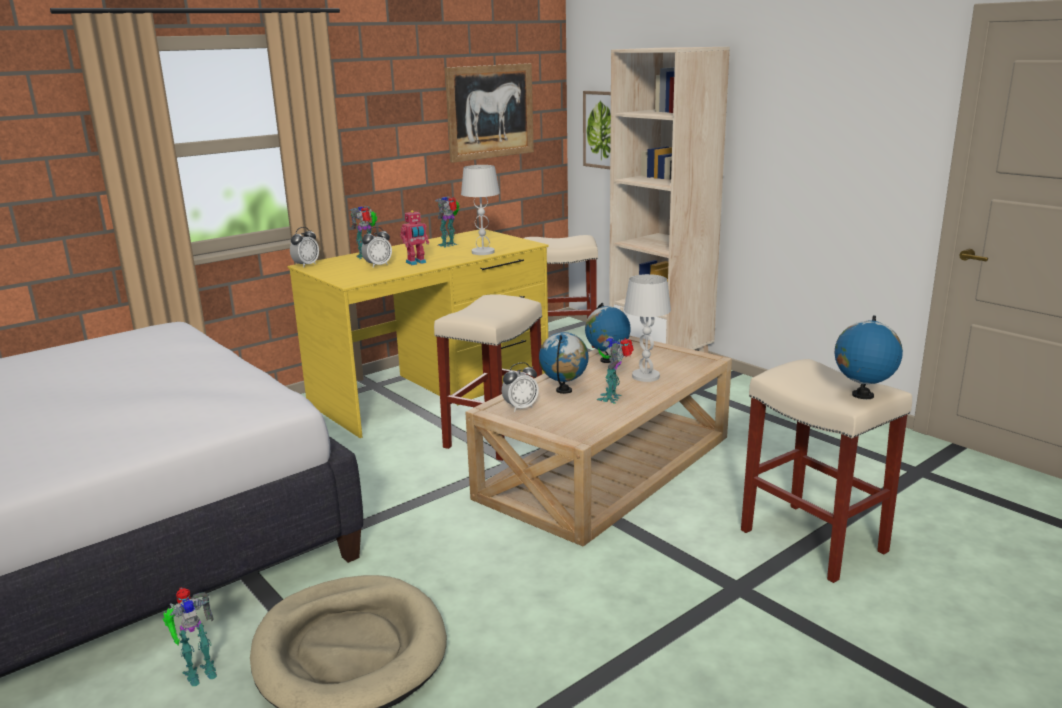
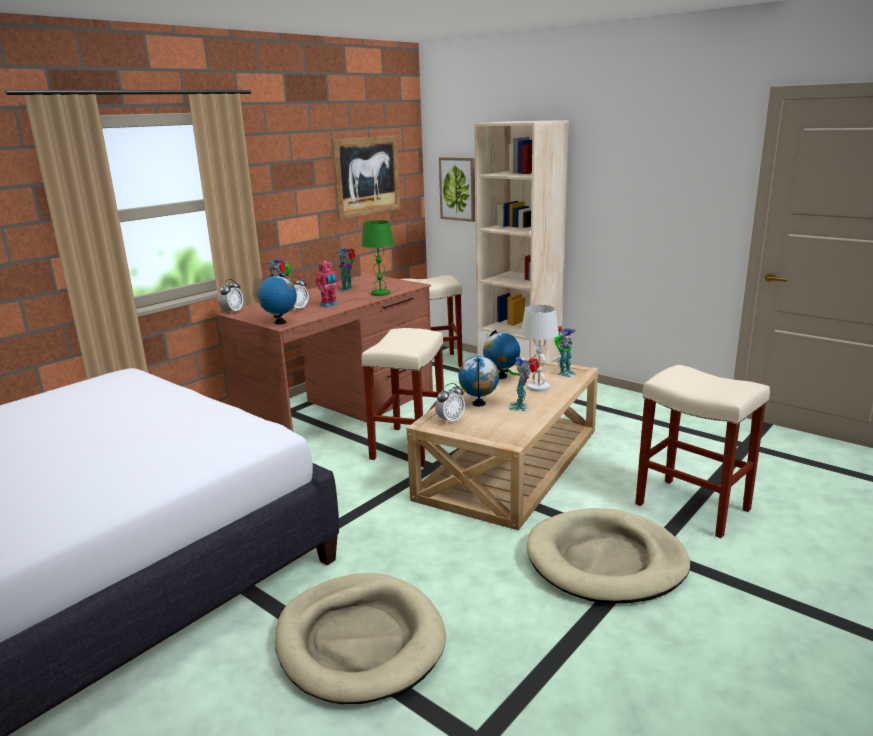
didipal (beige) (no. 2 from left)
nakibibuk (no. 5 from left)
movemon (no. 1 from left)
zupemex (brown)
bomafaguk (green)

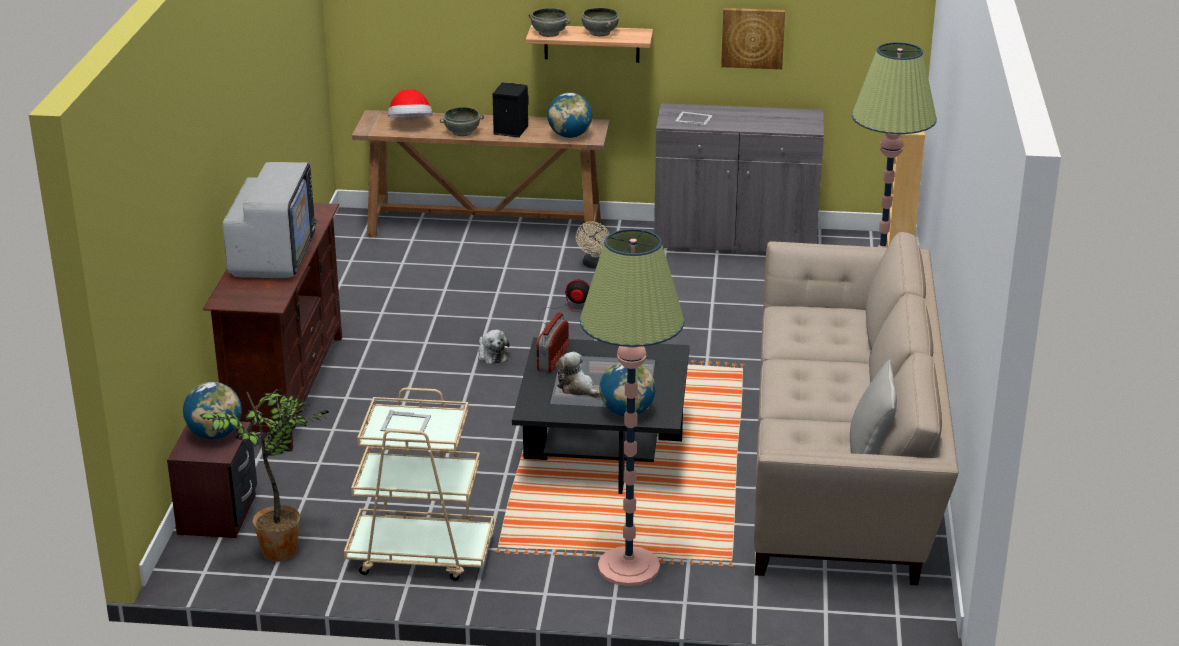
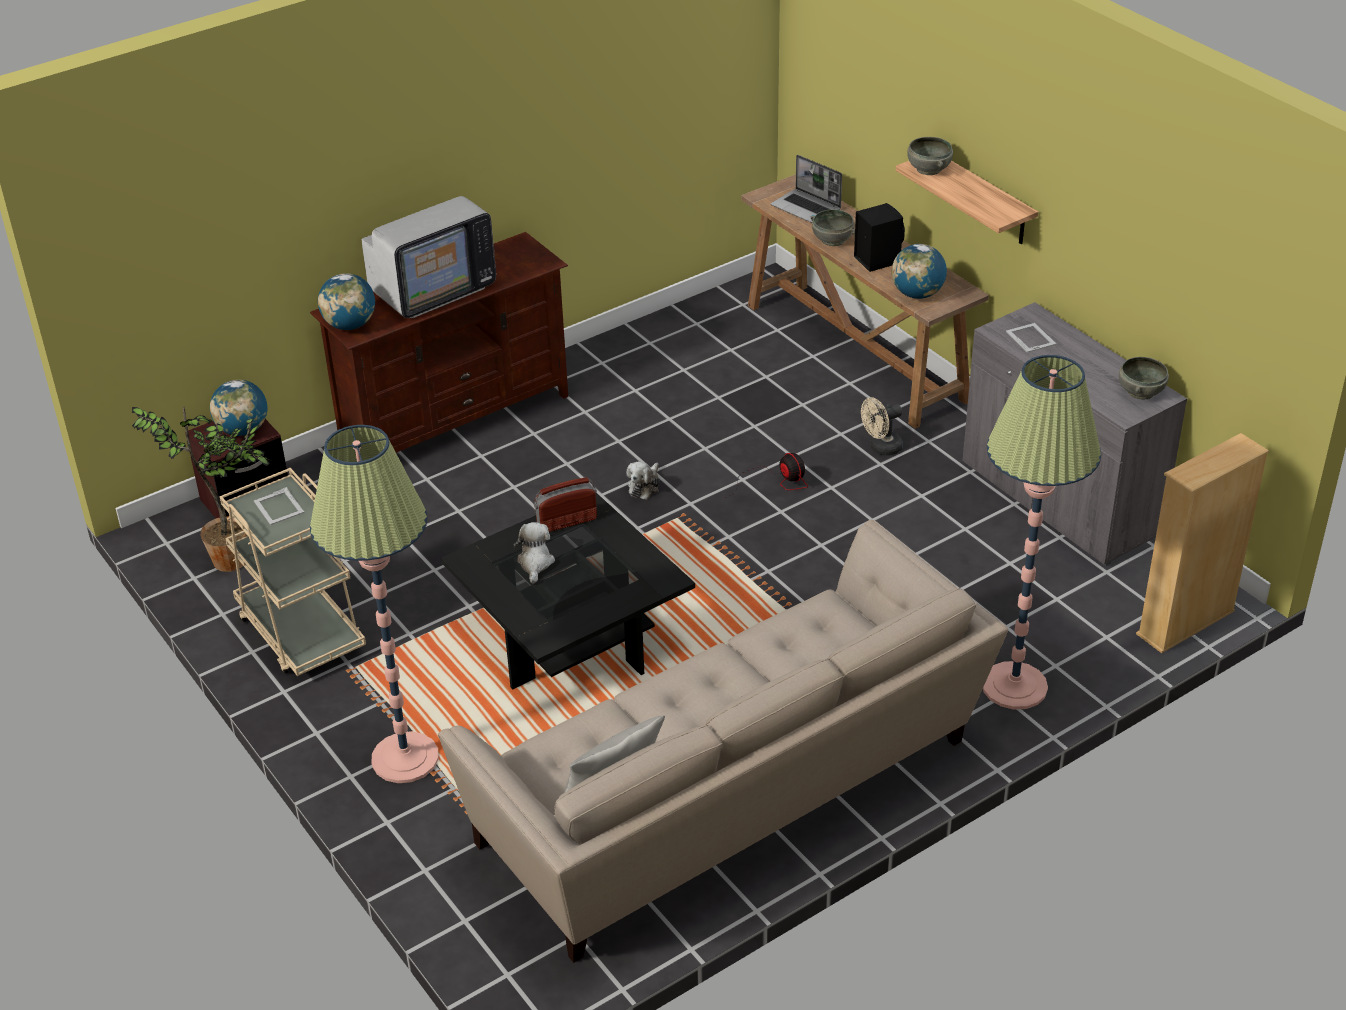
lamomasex
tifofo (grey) (no. 3 from left)
movemon (no. 2 from left)
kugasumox

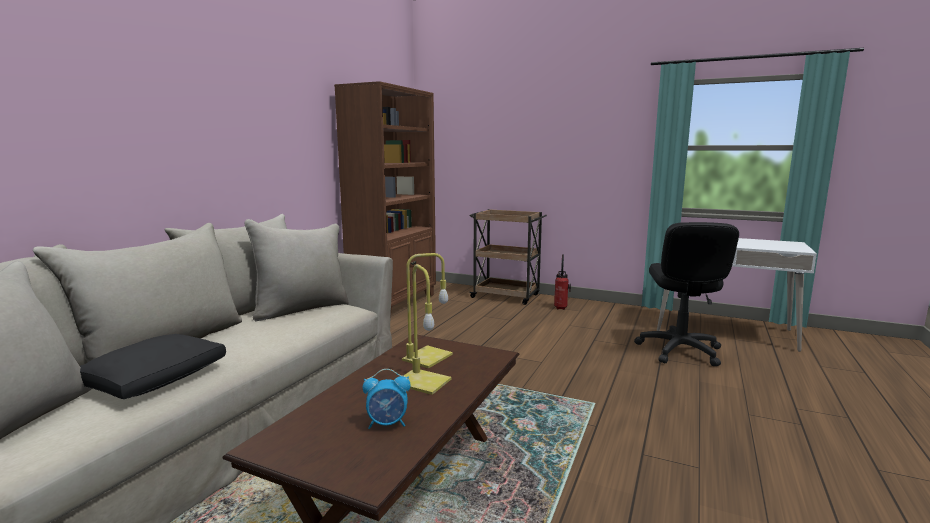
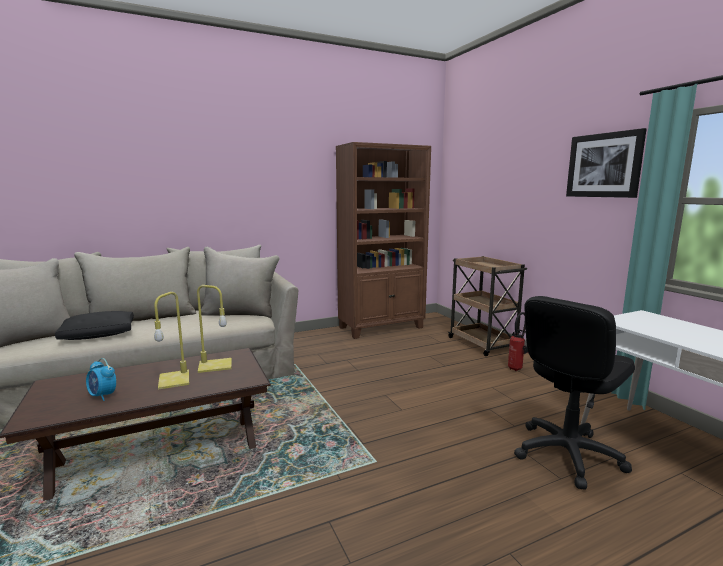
lamomasex

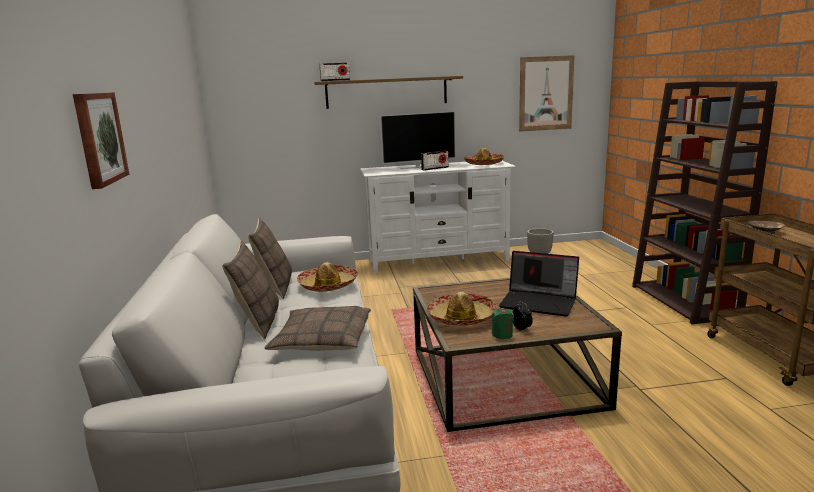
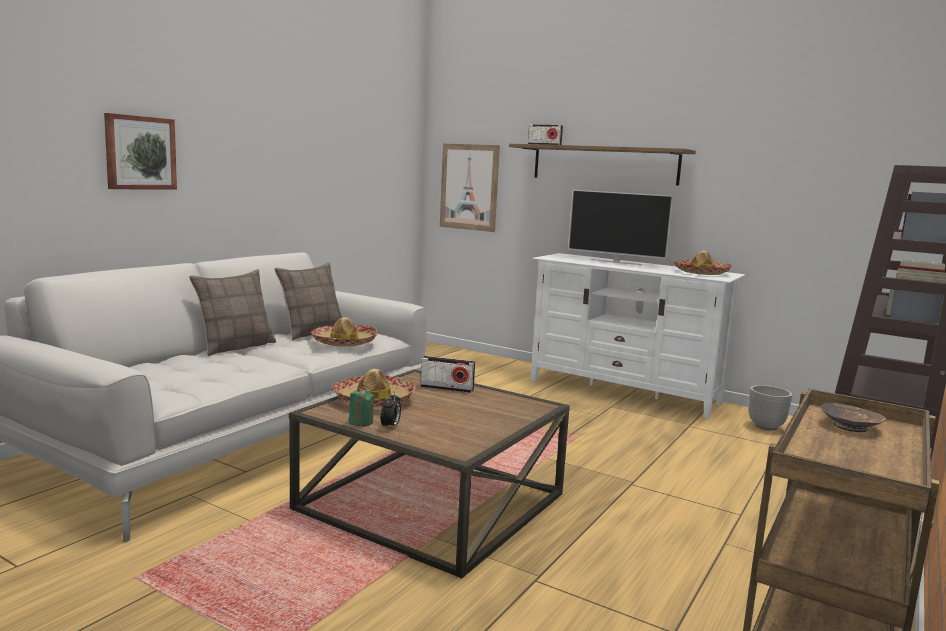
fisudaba (no. 3 from left in the first image)
kugasumox
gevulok (no. 1 from left)
lamomasex (no. 2 from left)

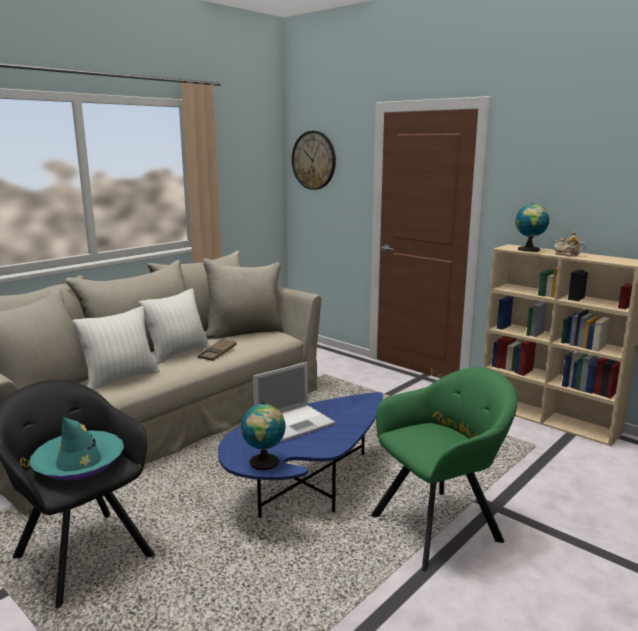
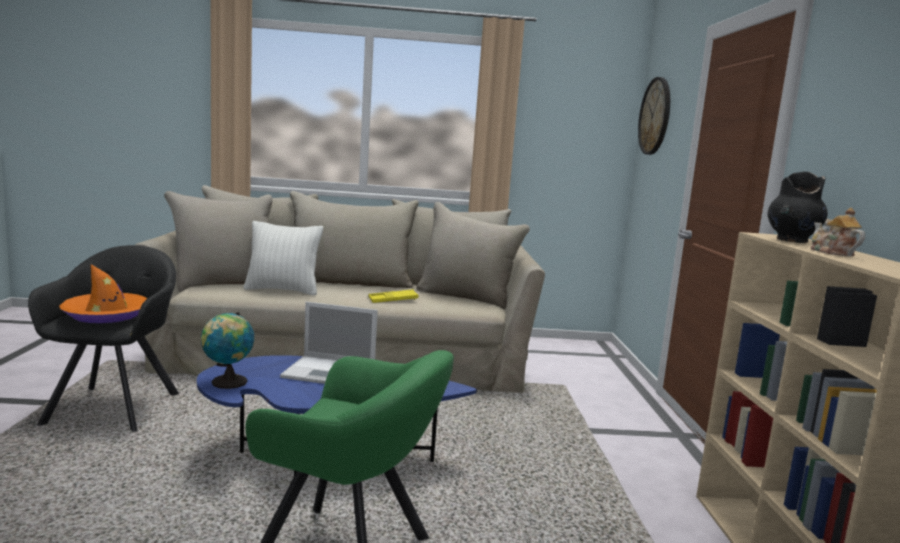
fisudaba (white) (no. 2 from left in the first image)
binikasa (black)
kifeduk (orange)
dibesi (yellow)

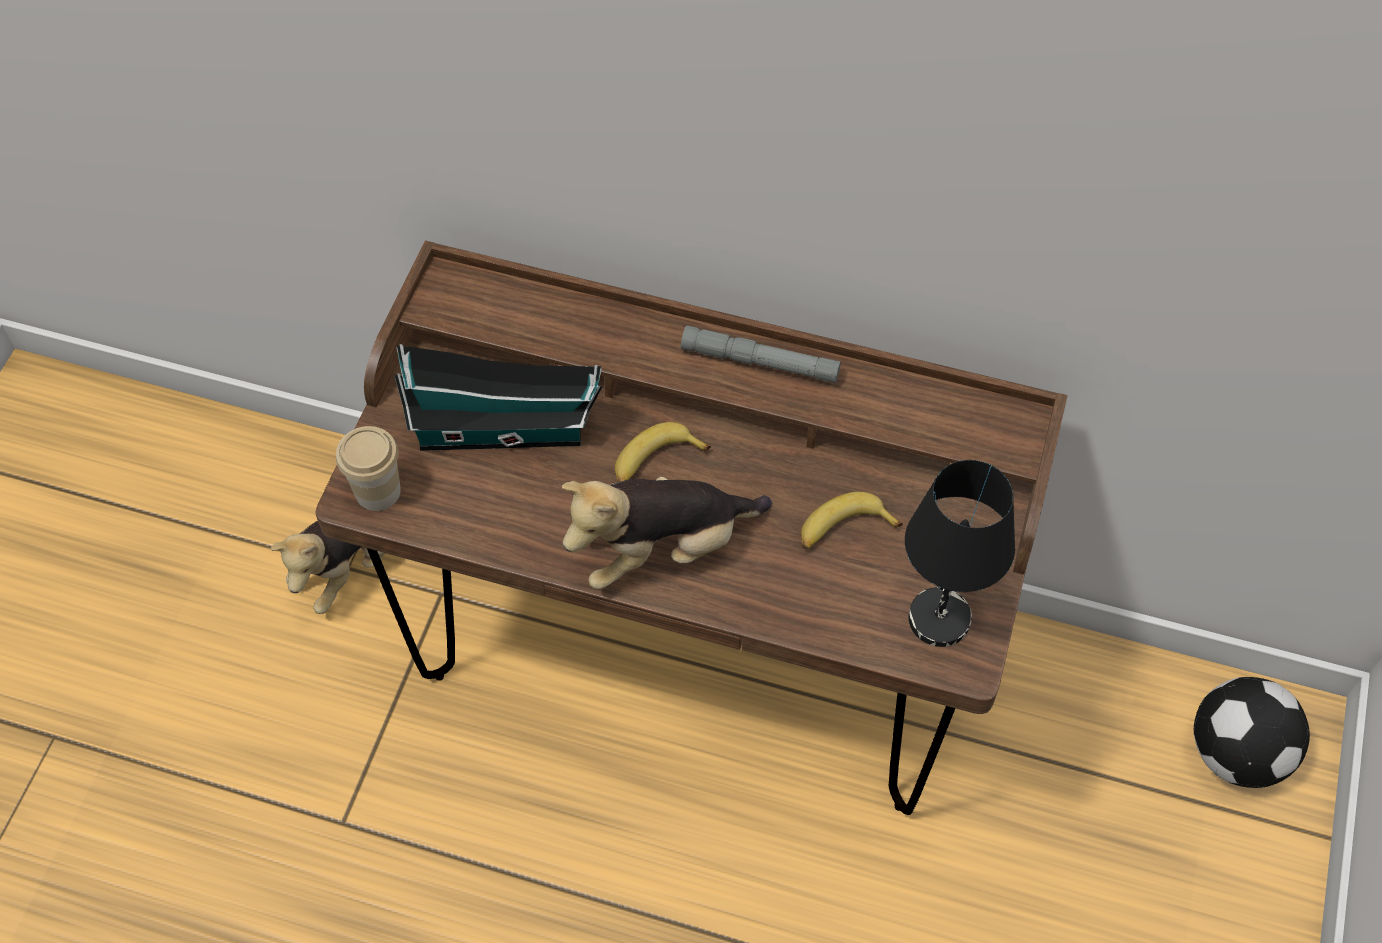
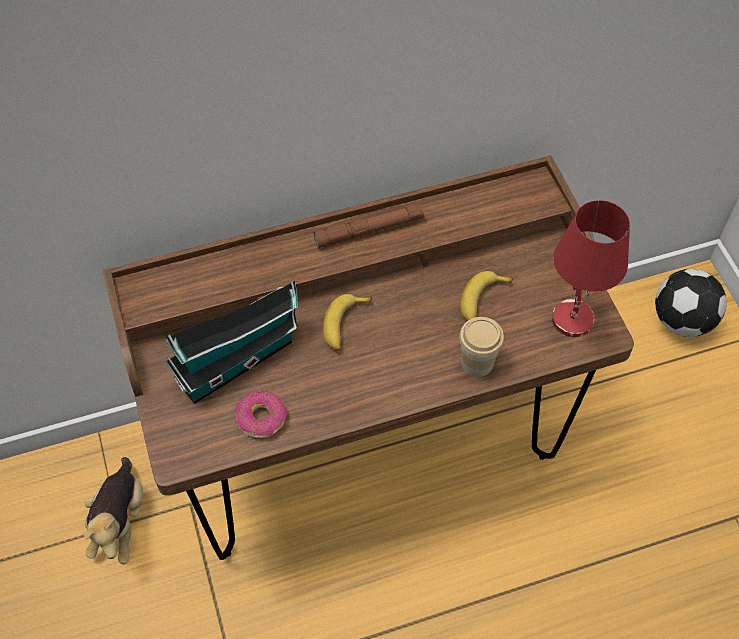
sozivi (no. 2 from left in the first image)
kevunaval
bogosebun
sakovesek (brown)
bomafaguk (red)

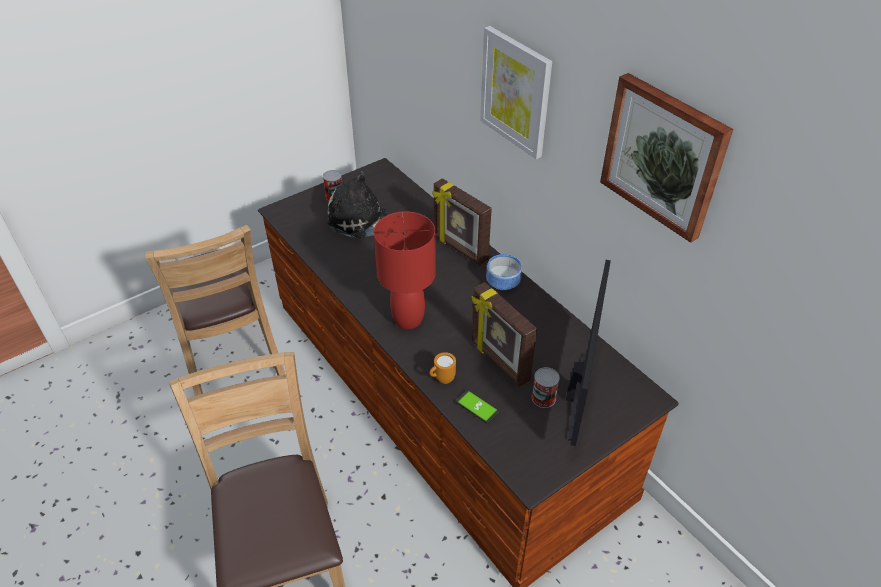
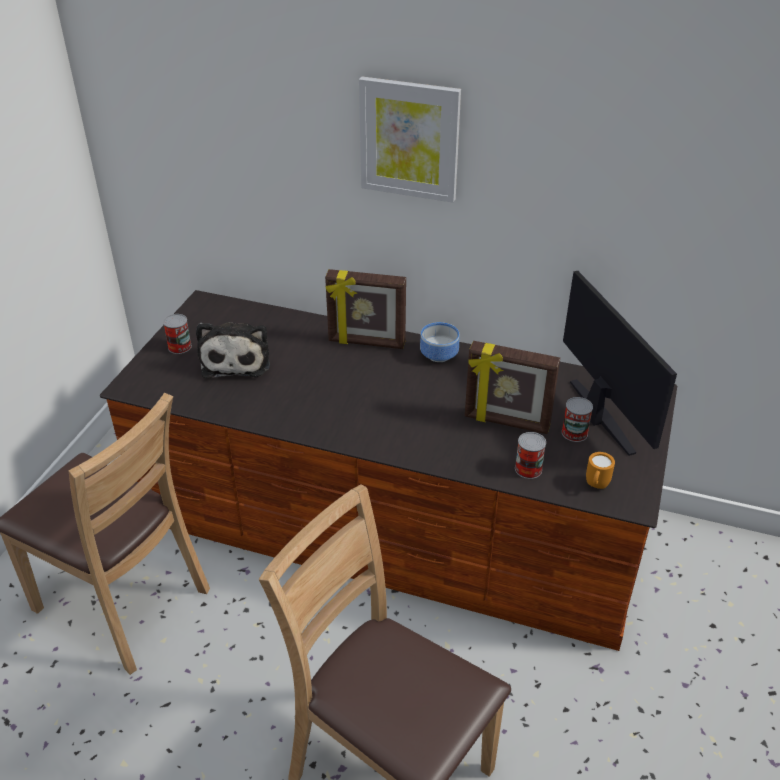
bomafaguk (red)
lamomasex (no. 2 from left in the first image)
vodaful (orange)
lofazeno (no. 2 from left)
sozivi

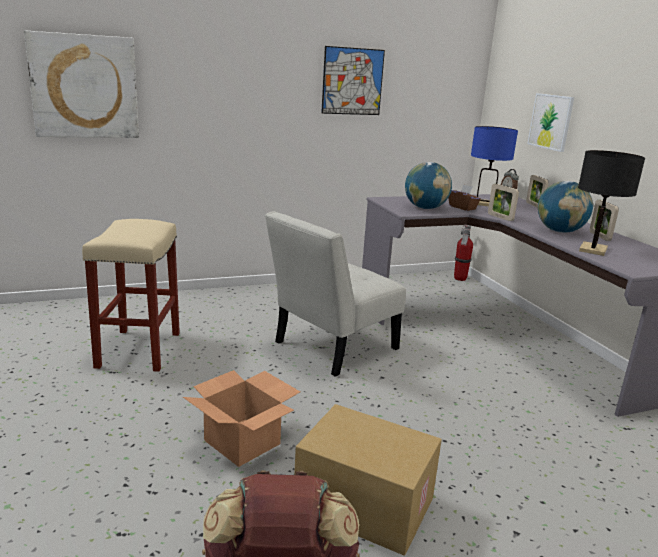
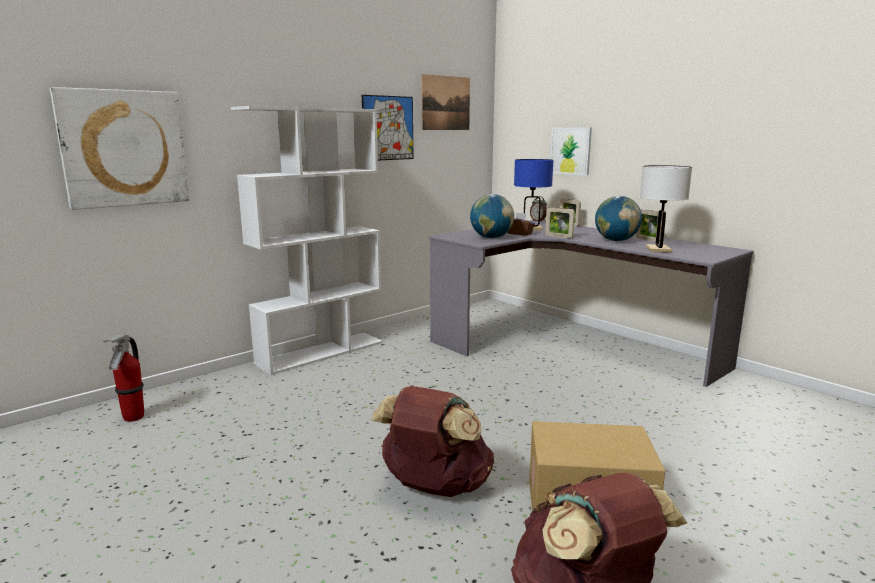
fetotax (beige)
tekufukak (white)
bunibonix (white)
lamomasex (no. 3 from left)
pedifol
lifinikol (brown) (no. 1 from left)
bomafaguk (white)

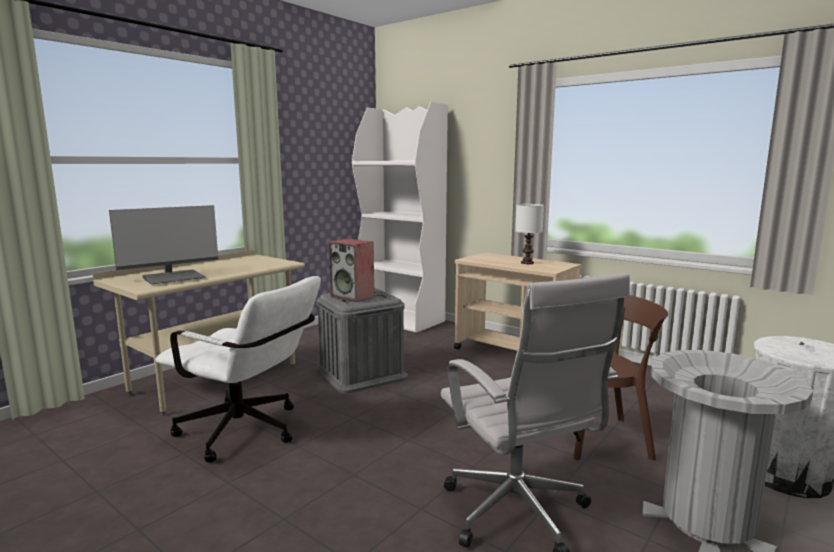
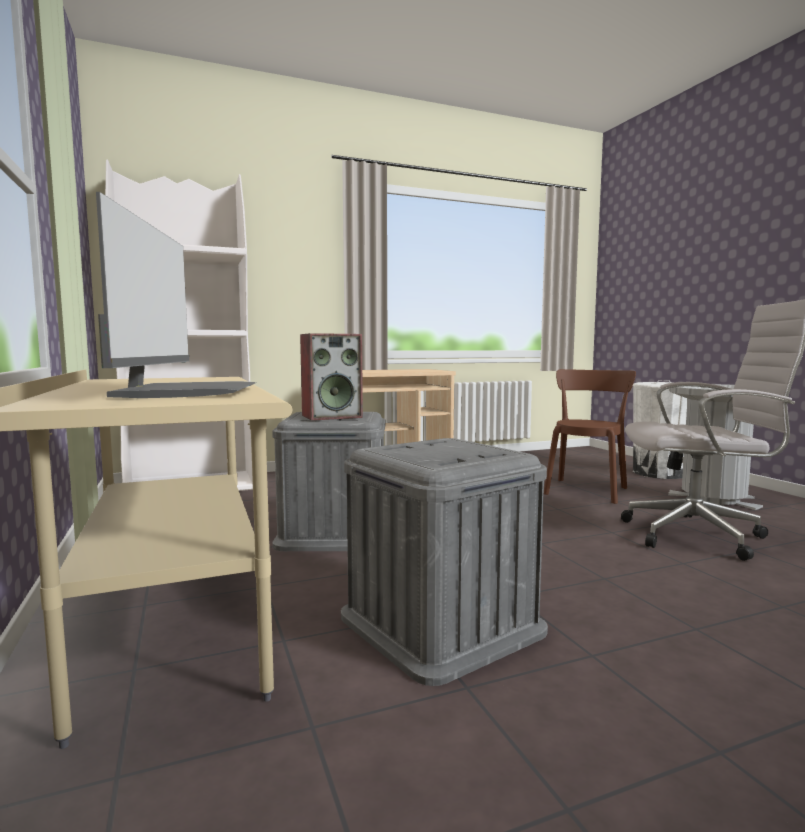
bomafaguk (white)
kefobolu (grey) (no. 2 from left)

